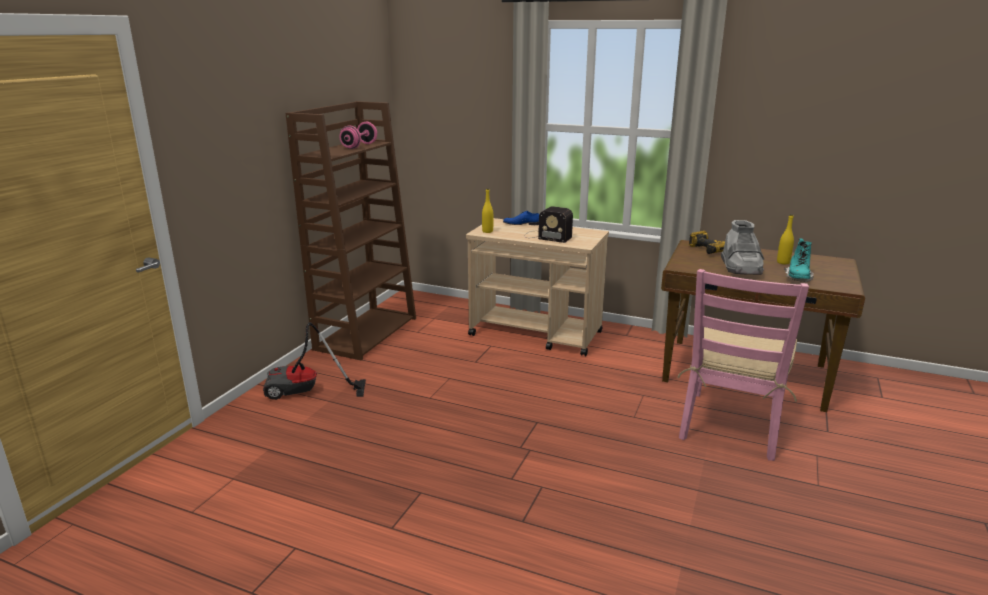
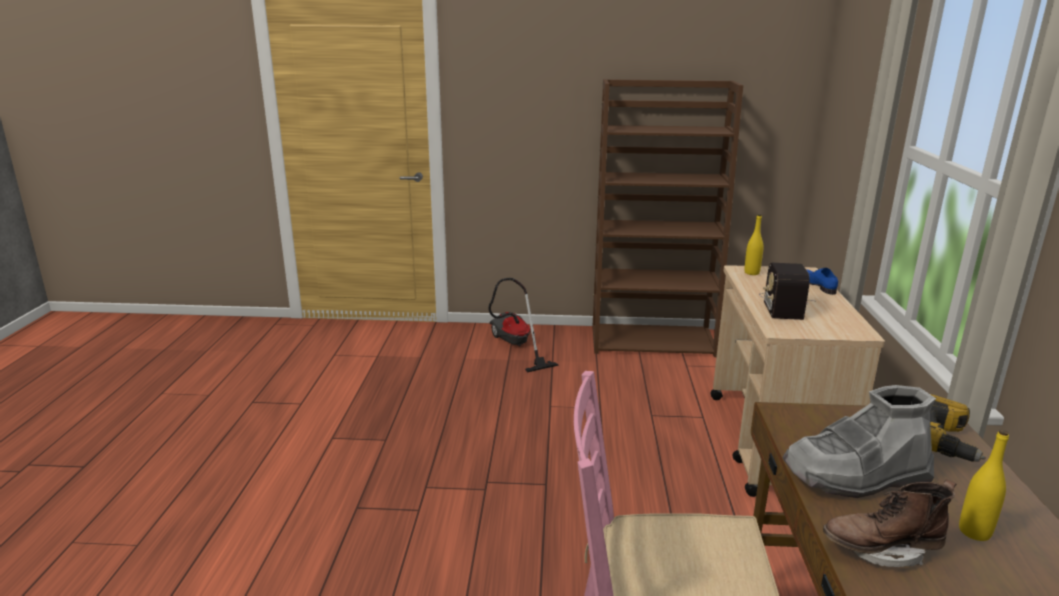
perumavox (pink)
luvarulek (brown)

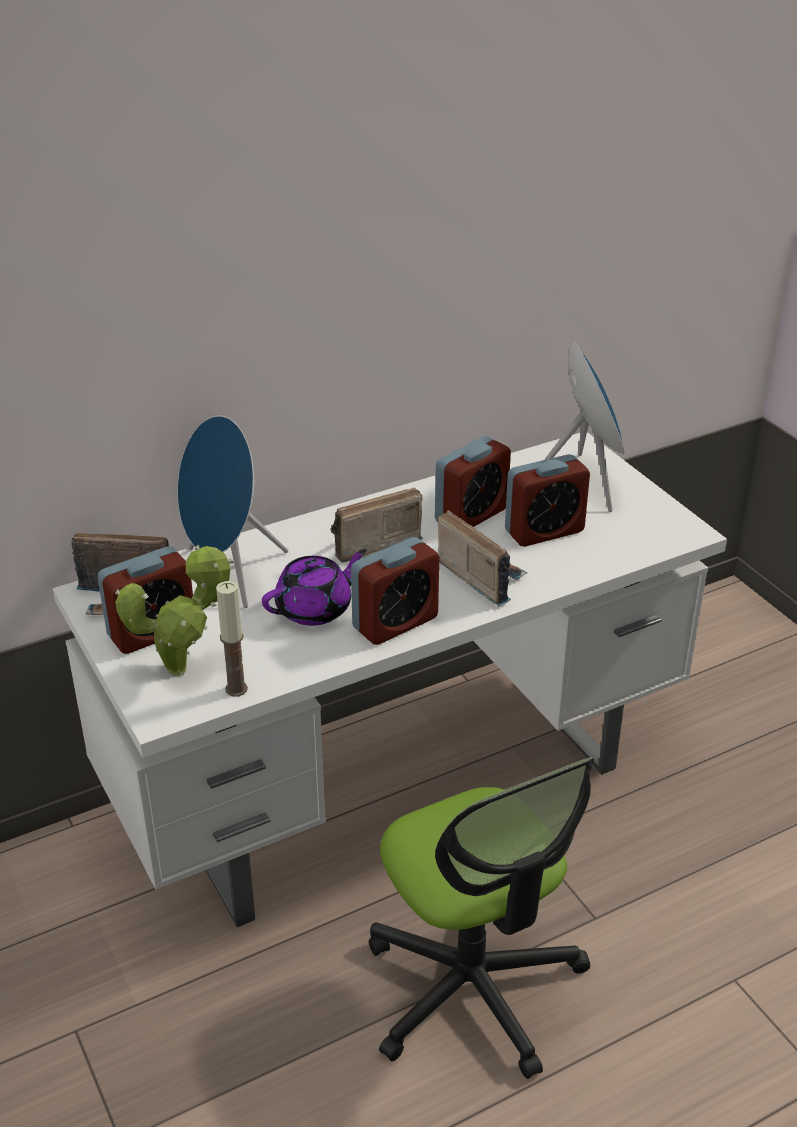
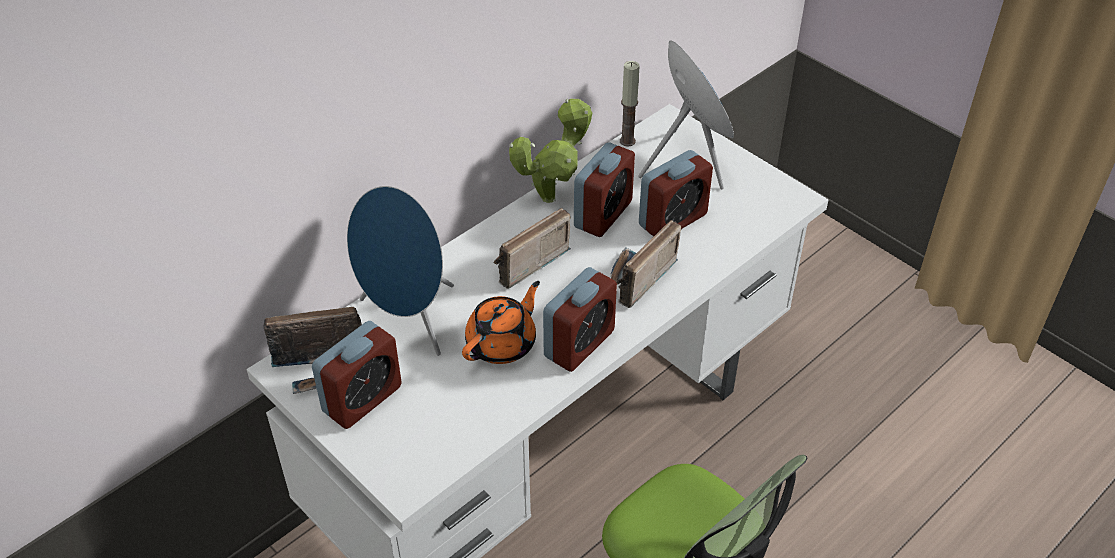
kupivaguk
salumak
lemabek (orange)
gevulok (no. 3 from left)

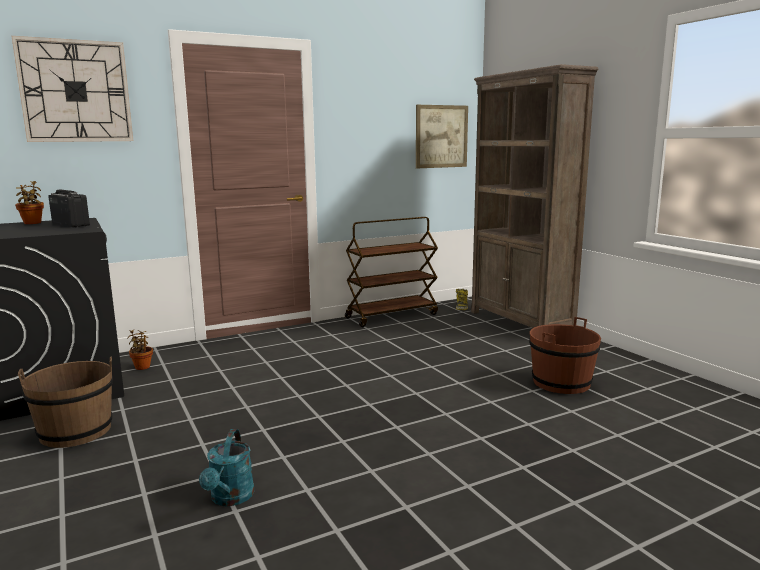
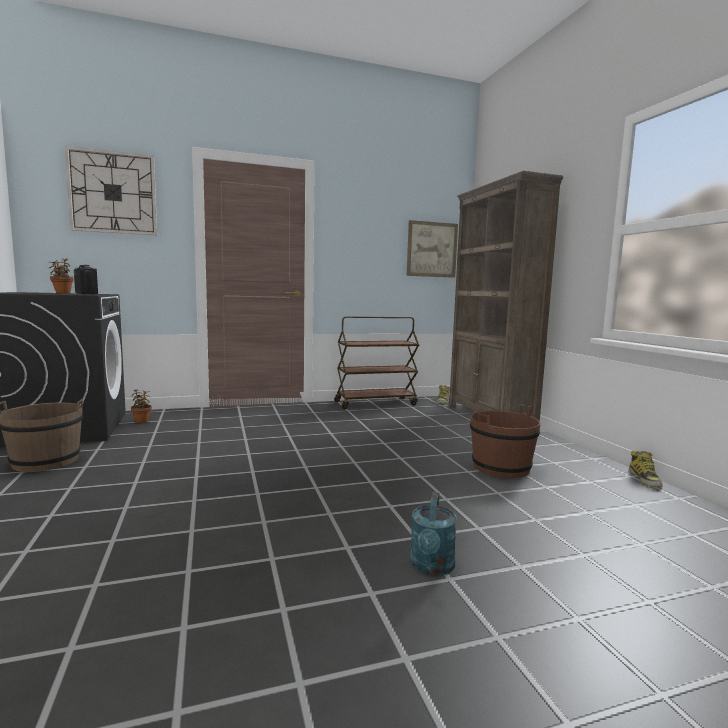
luvarulek (no. 2 from left)
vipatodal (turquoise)

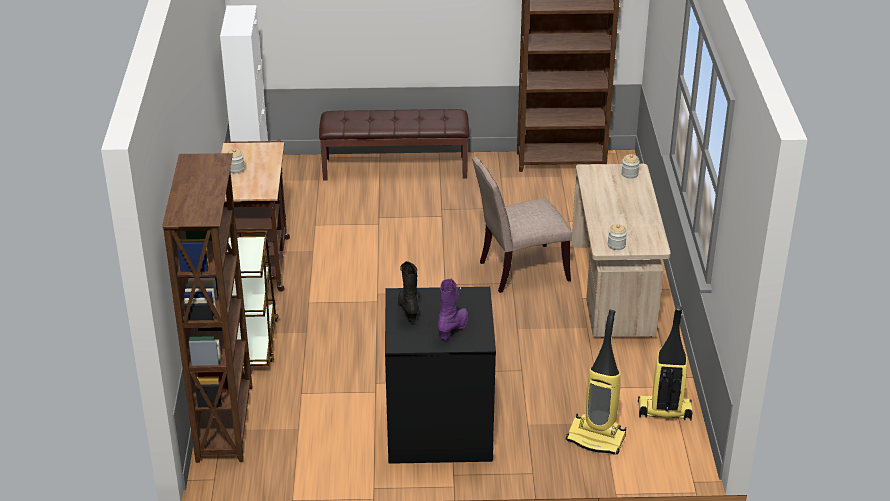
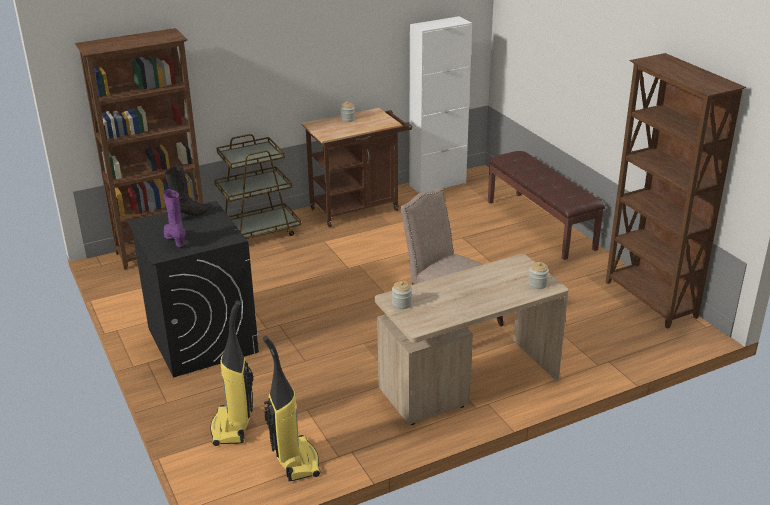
luvarulek (purple)

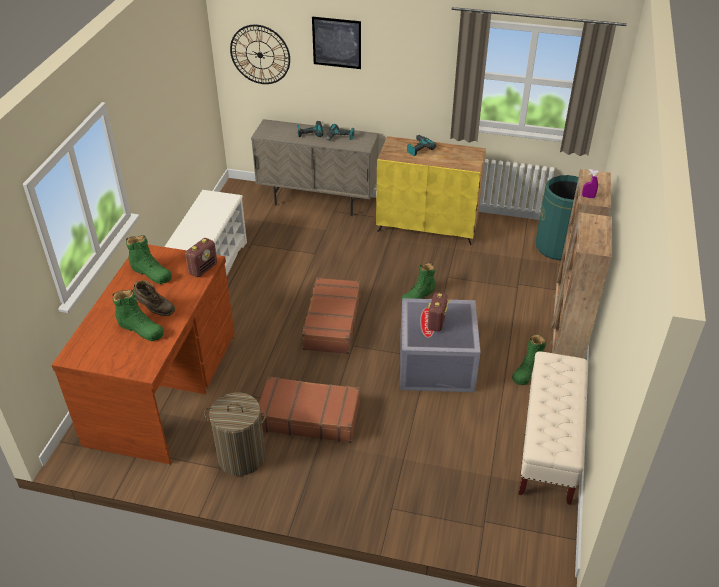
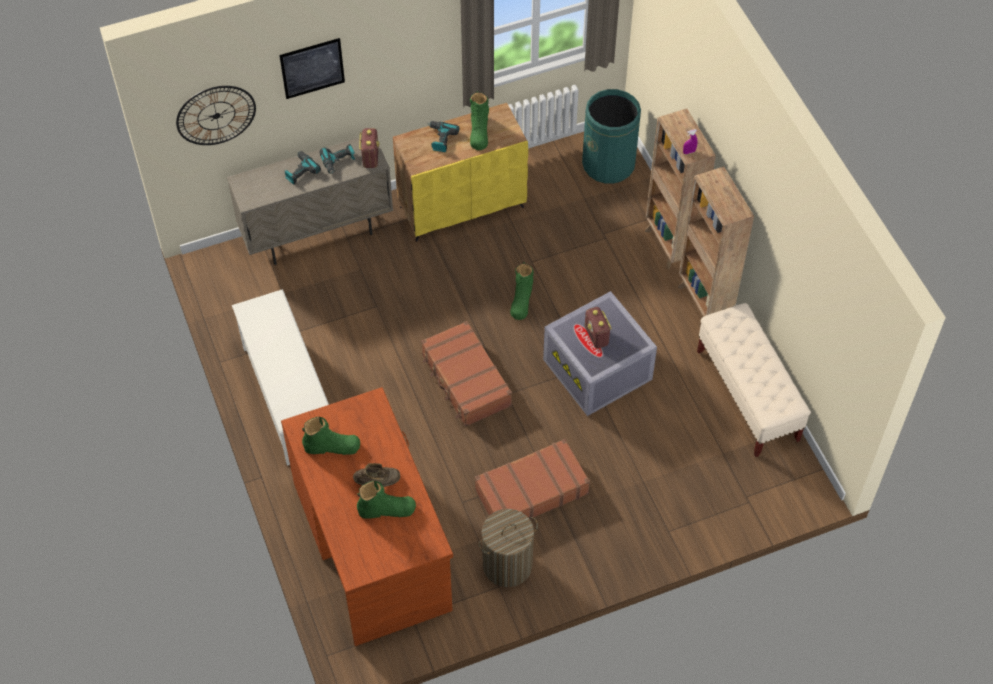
gevulok (no. 1 from left)
luvarulek (green) (no. 3 from left)

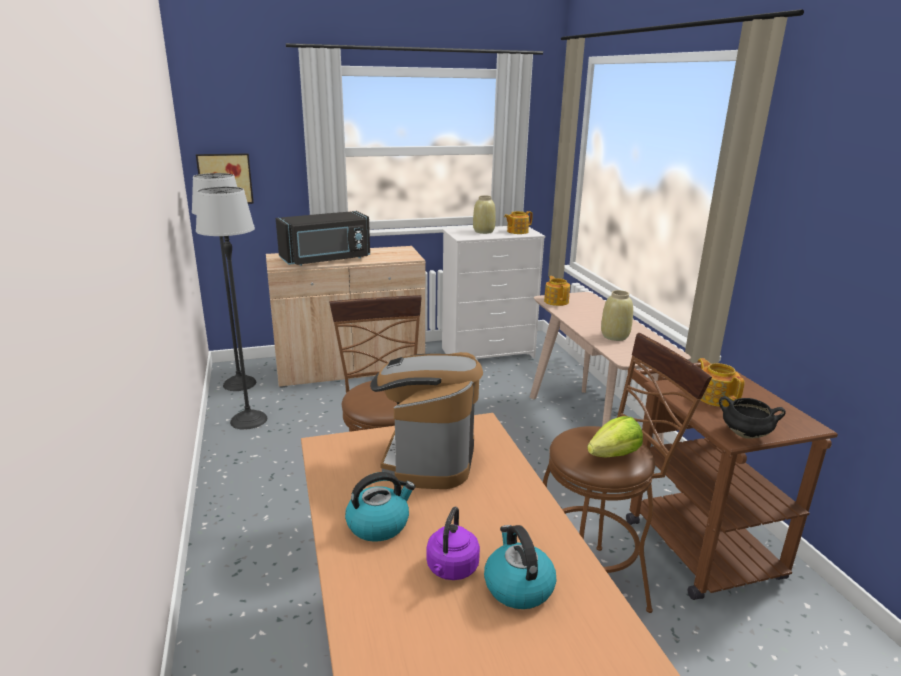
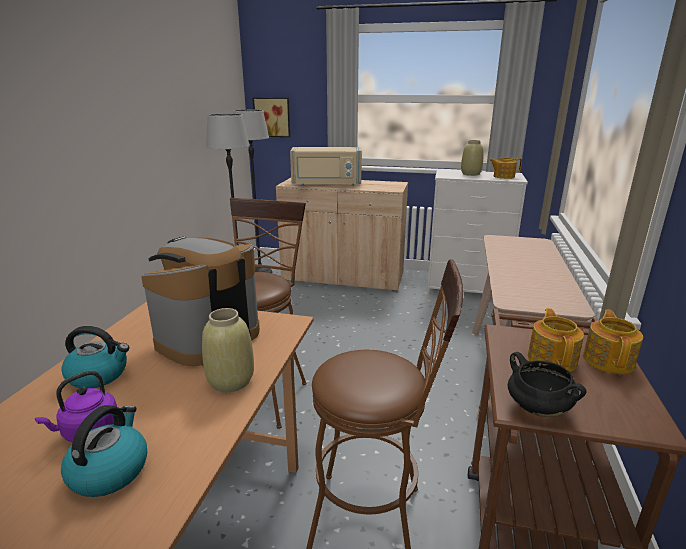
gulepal
lemabek (no. 3 from left)
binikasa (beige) (no. 1 from left)
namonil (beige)

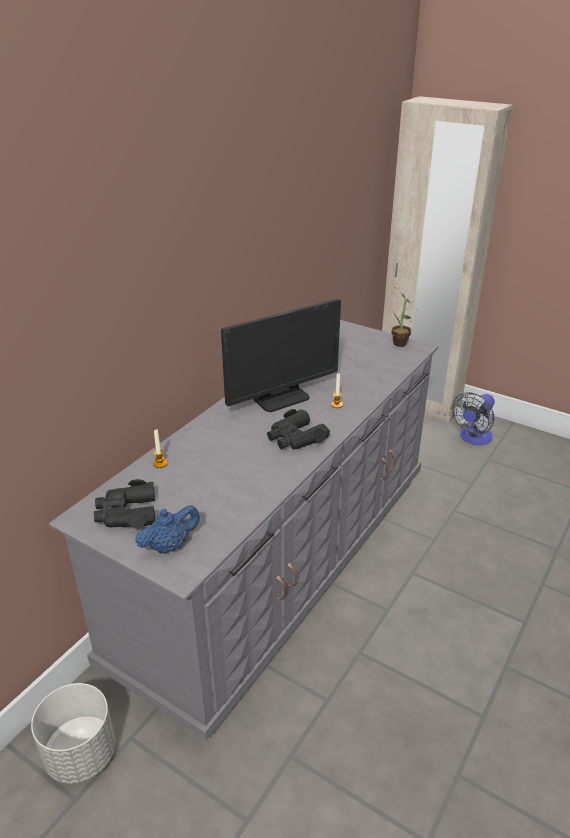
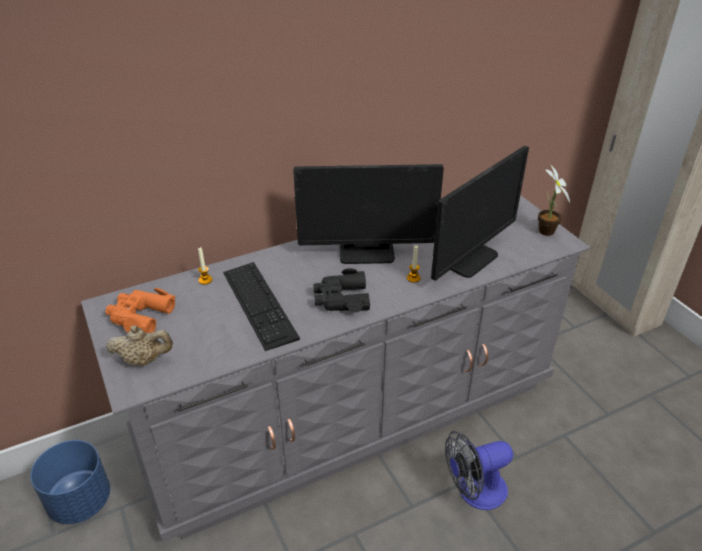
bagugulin
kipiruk (no. 2 from left)
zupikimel
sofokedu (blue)
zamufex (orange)
lemabek (beige)

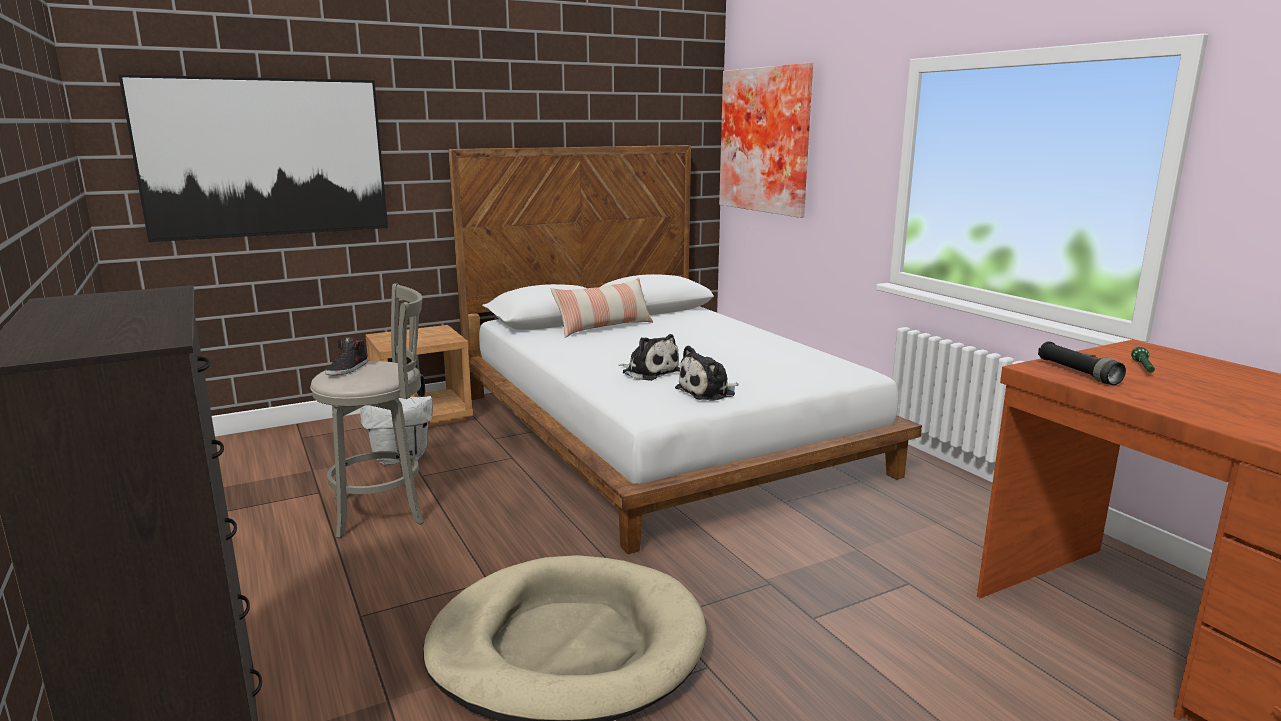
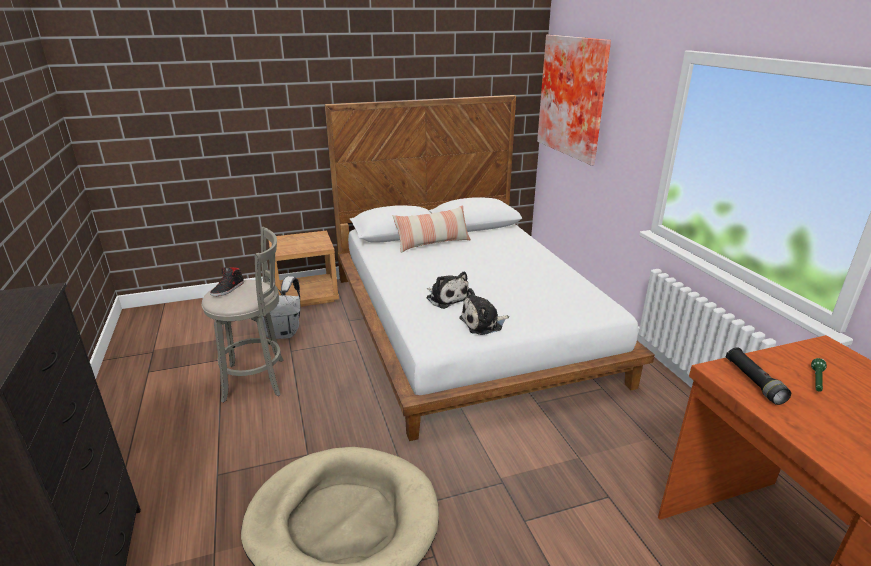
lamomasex (no. 1 from left in the first image)

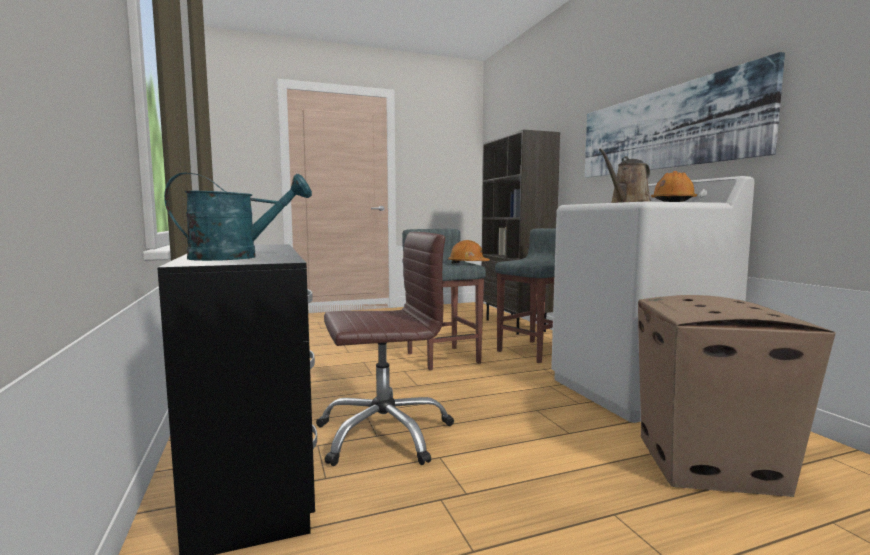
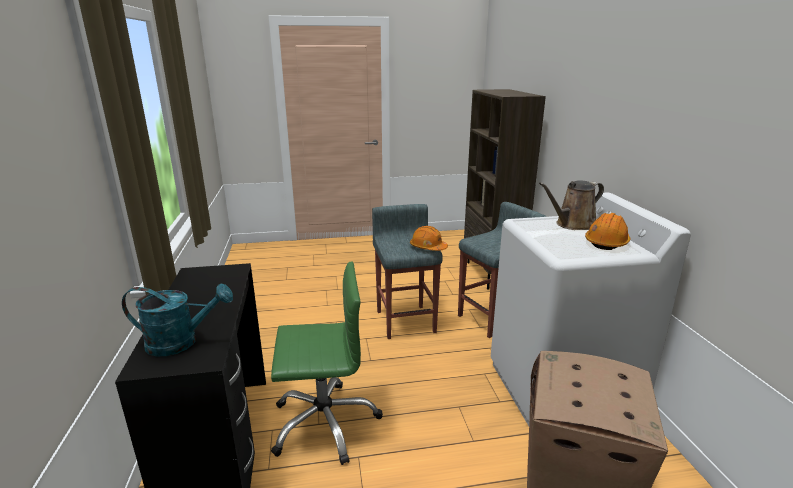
lamomasex
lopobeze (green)

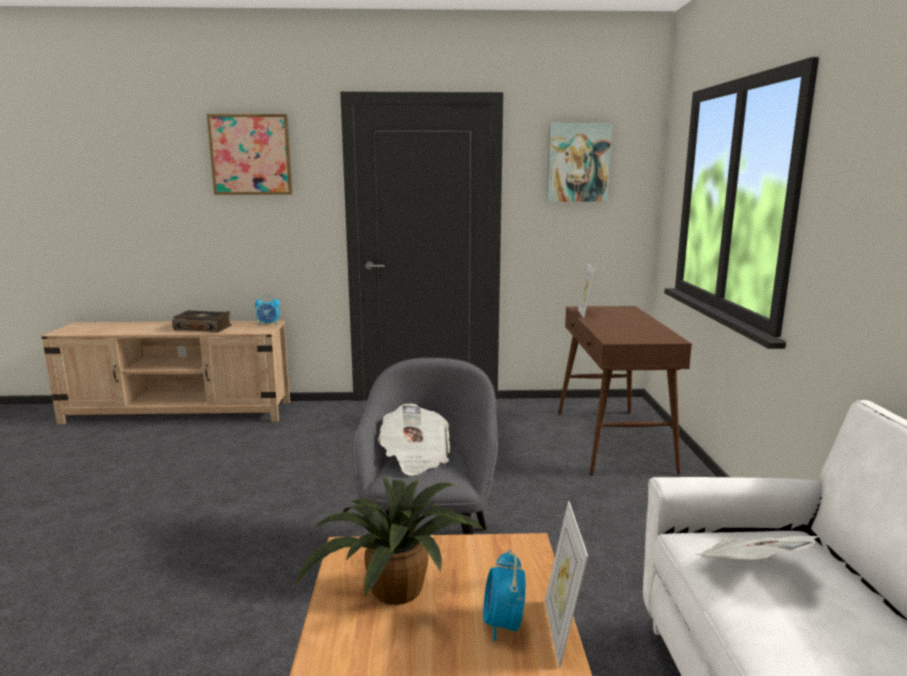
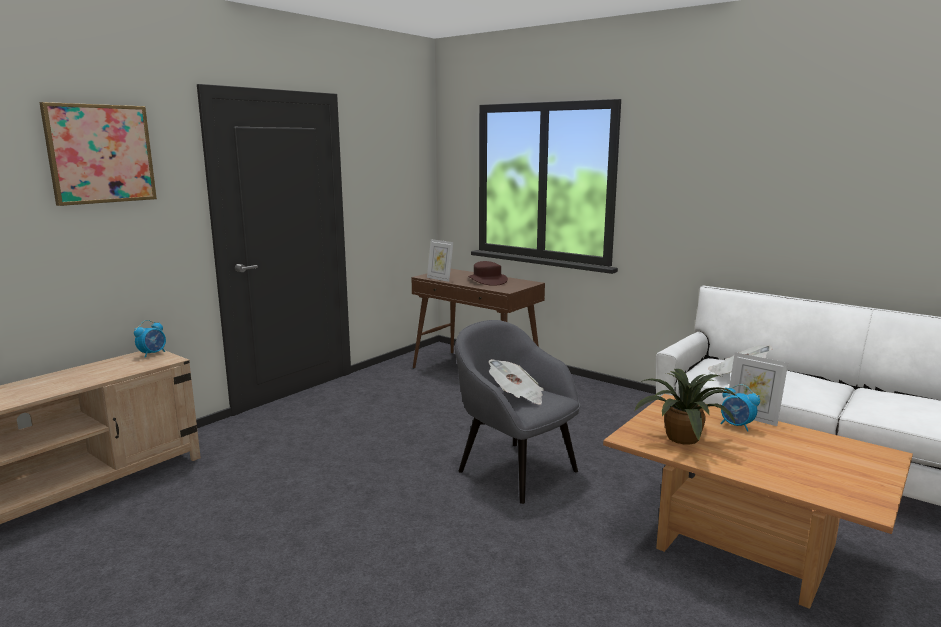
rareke
lamomasex (no. 2 from left in the first image)
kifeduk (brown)

